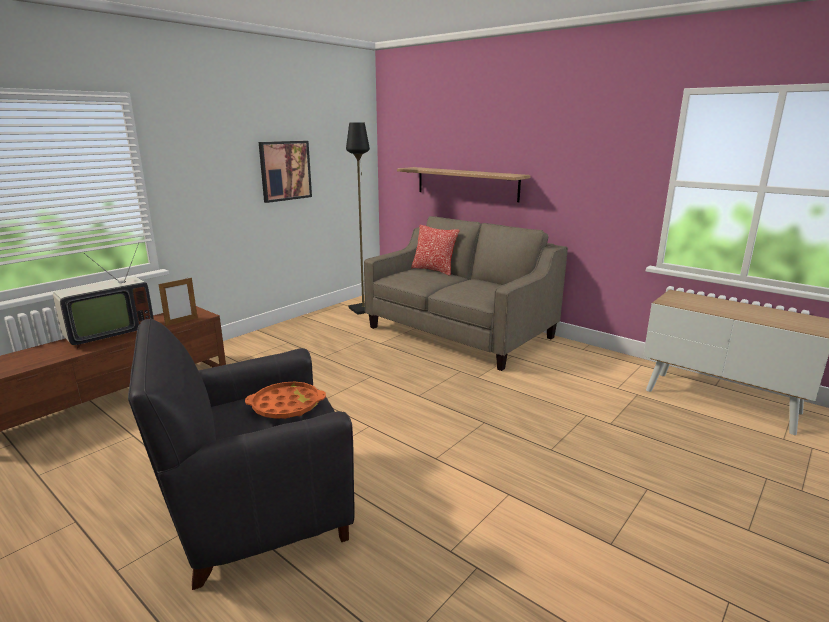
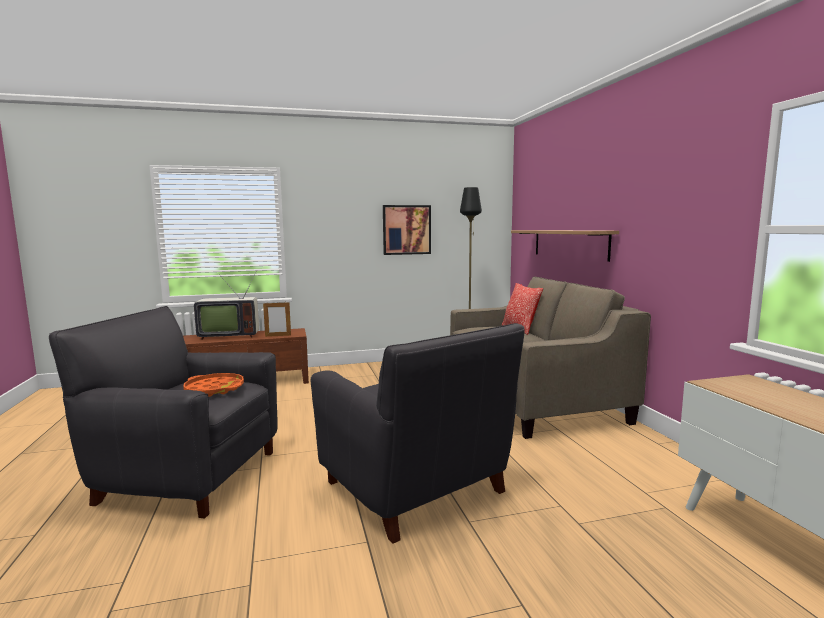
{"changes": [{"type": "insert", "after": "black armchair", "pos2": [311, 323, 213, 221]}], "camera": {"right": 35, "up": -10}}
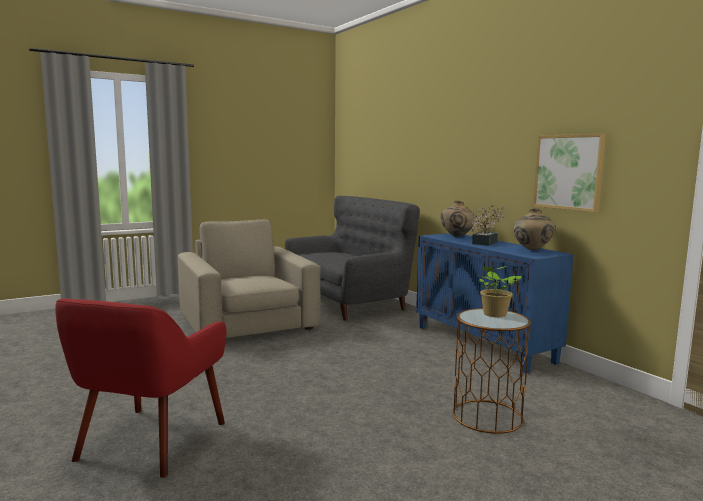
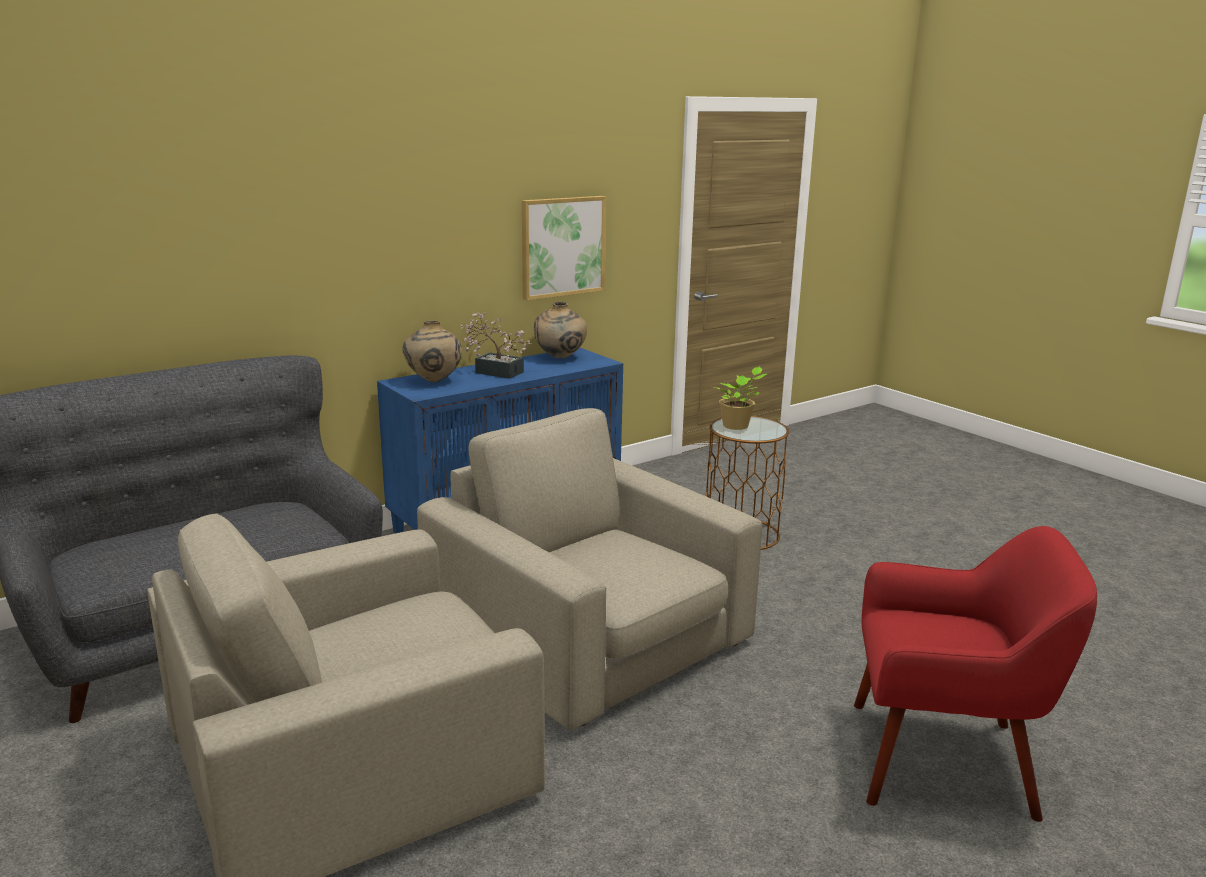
{"changes": [{"type": "insert", "after": "sand-coloured armchair", "pos2": [417, 408, 345, 322]}], "camera": {"right": -95, "up": 10}}
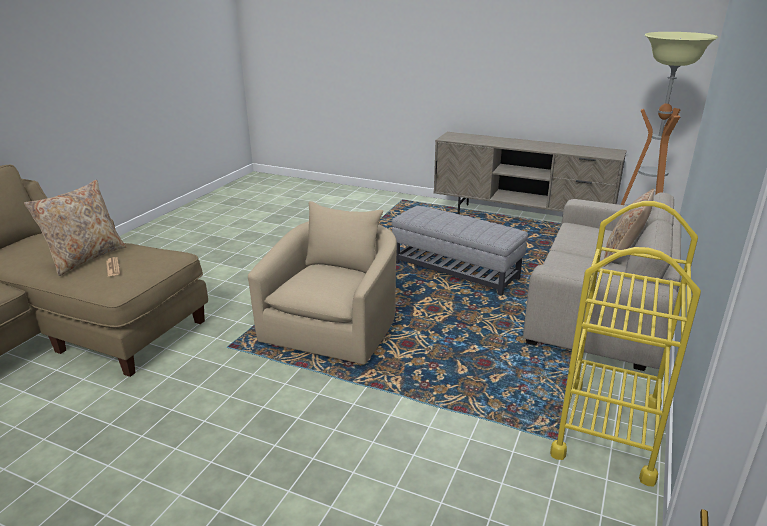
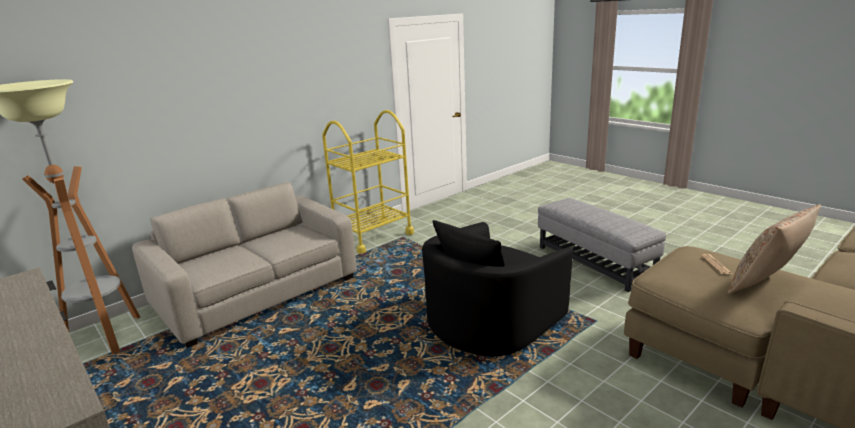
{"changes": [{"type": "delete", "before": "sand-coloured cushion", "pos1": [604, 188, 50, 79]}, {"type": "recolor", "before": "sand-coloured armchair", "after": "black armchair", "pos1": [248, 201, 149, 164], "pos2": [422, 220, 151, 136]}, {"type": "move", "before": "greyish footrest", "pos1": [392, 206, 136, 90], "pos2": [538, 198, 128, 94]}], "camera": {"right": -155, "up": -5}}
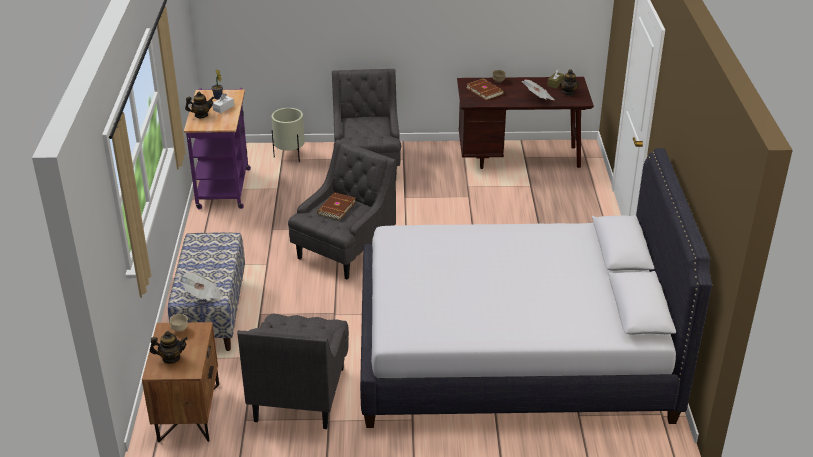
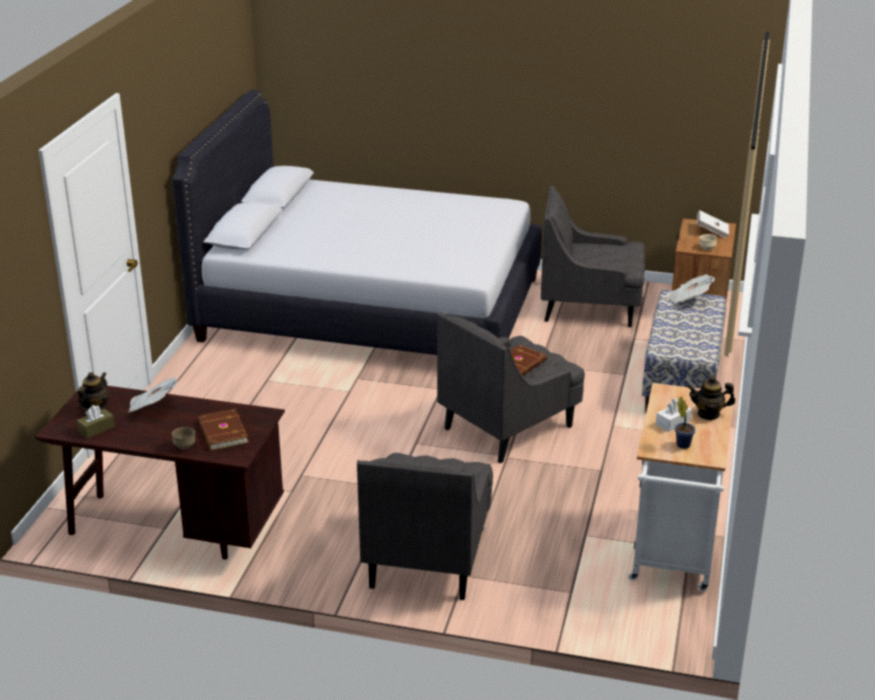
{"changes": [{"type": "recolor", "before": "purple wheeled cart", "after": "whitish wheeled cart", "pos1": [184, 88, 67, 121], "pos2": [628, 383, 104, 208]}, {"type": "delete", "before": "sand-coloured plant pot", "pos1": [271, 108, 34, 54]}, {"type": "rotate", "before": "greyish armchair", "pos1": [237, 314, 112, 115], "pos2": [541, 186, 104, 141], "turn": -105}, {"type": "replace", "before": "tea pot", "after": "whitish bound book", "pos1": [150, 331, 38, 33], "pos2": [697, 210, 32, 29]}], "camera": {"right": -165, "up": -5}}
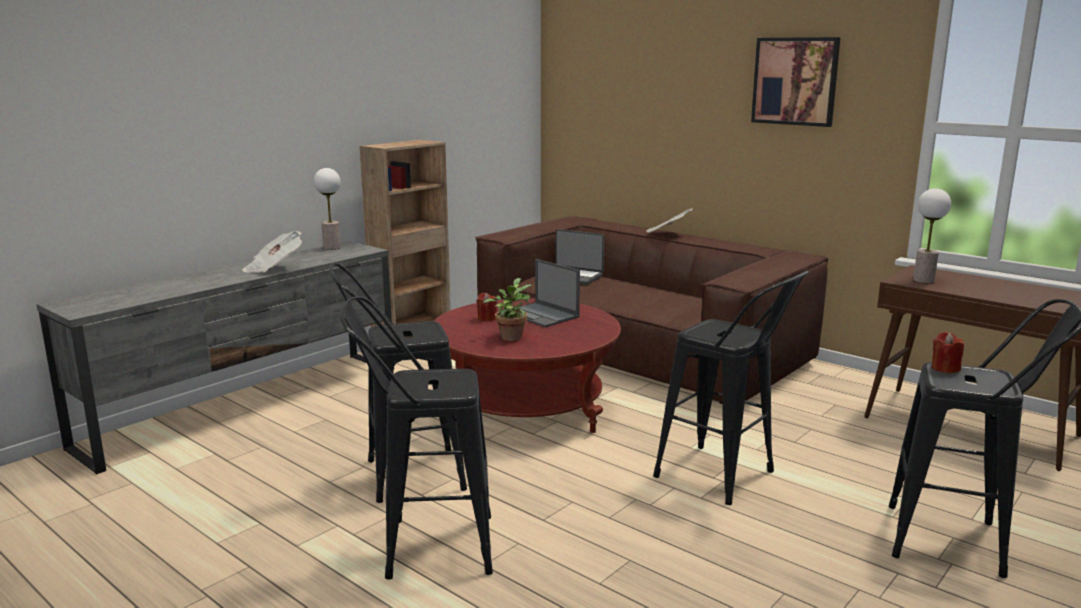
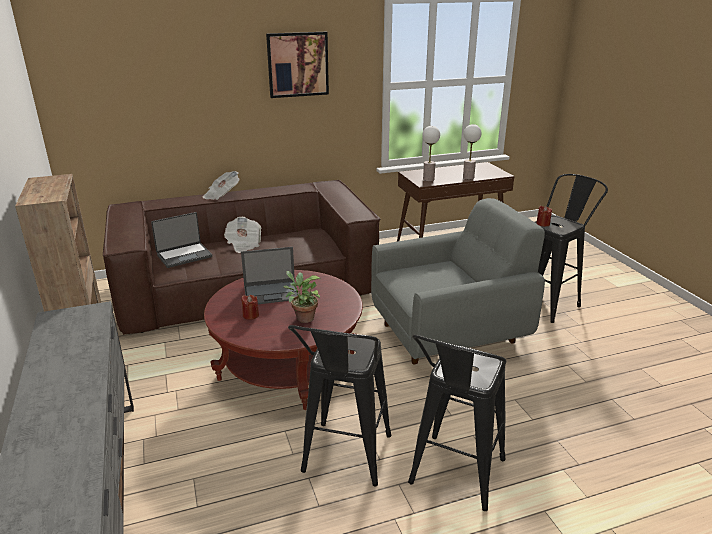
{"changes": [{"type": "move", "before": "lamp for a table", "pos1": [314, 168, 27, 82], "pos2": [463, 124, 18, 56]}, {"type": "move", "before": "daily paper", "pos1": [242, 231, 60, 42], "pos2": [224, 217, 38, 36]}, {"type": "replace", "before": "black stool seat", "after": "greyish armchair", "pos1": [653, 271, 156, 234], "pos2": [371, 198, 174, 167]}], "camera": {"right": -60, "up": 10}}
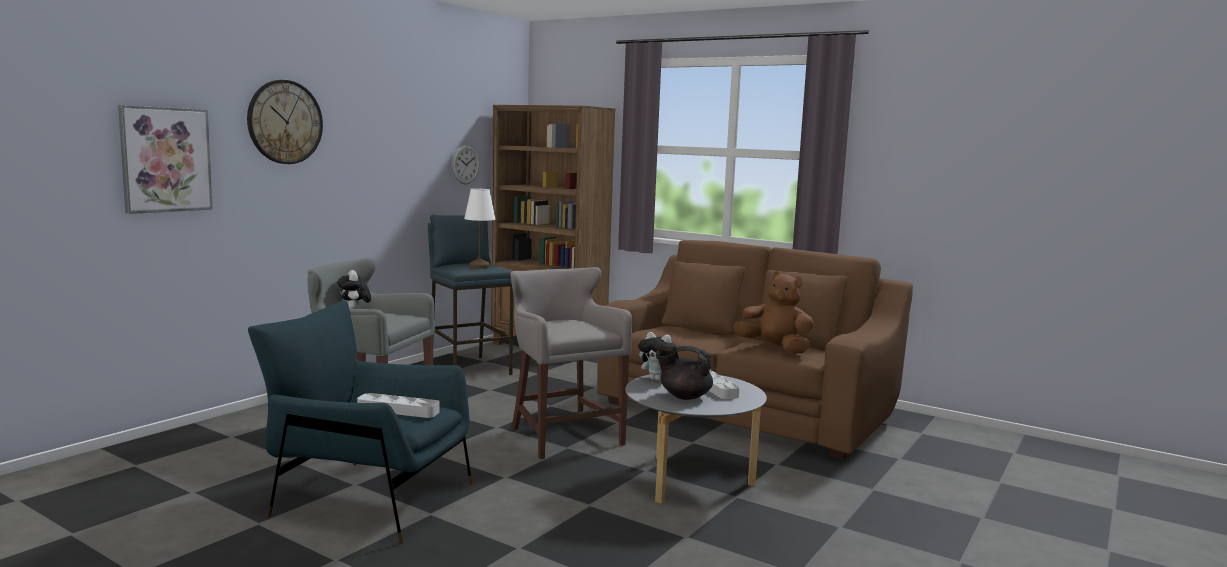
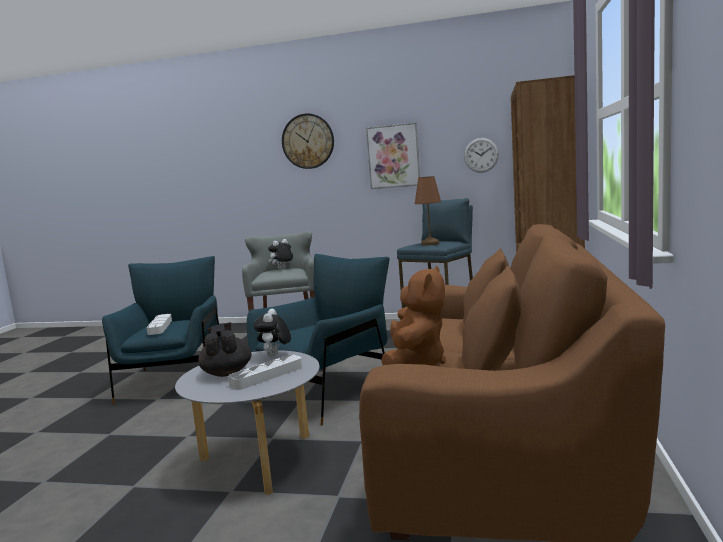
{"changes": [{"type": "move", "before": "picture", "pos1": [118, 105, 94, 109], "pos2": [366, 123, 54, 66]}, {"type": "recolor", "before": "whitish lamp for a table", "after": "brown-coloured lamp for a table", "pos1": [464, 189, 32, 80], "pos2": [415, 176, 26, 69]}, {"type": "replace", "before": "greyish stool seat", "after": "bluish armchair", "pos1": [510, 267, 122, 192], "pos2": [247, 254, 143, 171]}], "camera": {"right": 70, "up": 0}}
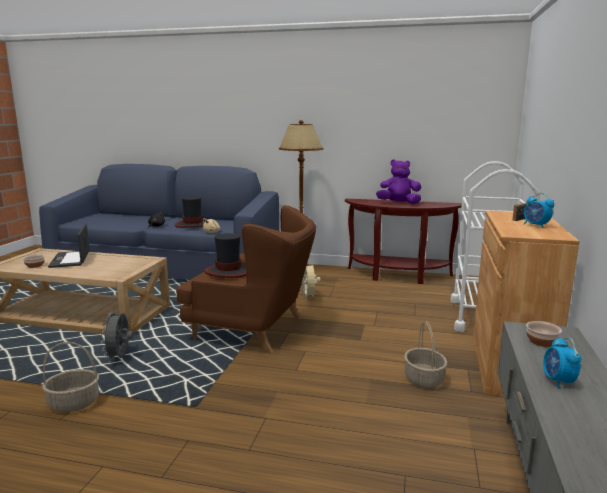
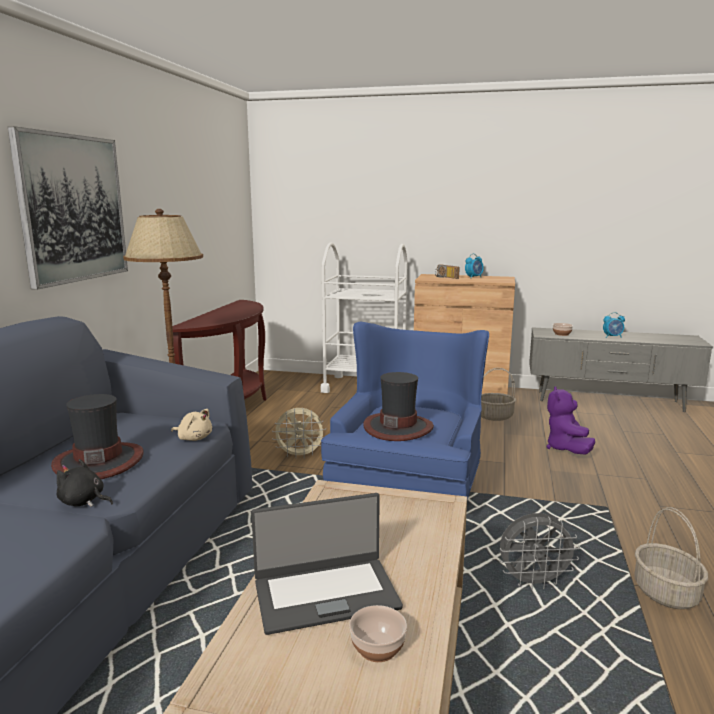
{"changes": [{"type": "move", "before": "purple plush toy", "pos1": [376, 159, 45, 45], "pos2": [547, 386, 48, 68]}, {"type": "recolor", "before": "brown-coloured armchair", "after": "bluish armchair", "pos1": [176, 205, 140, 149], "pos2": [321, 321, 168, 179]}, {"type": "insert", "after": "picture", "pos2": [8, 126, 120, 164]}], "camera": {"right": -90, "up": 0}}
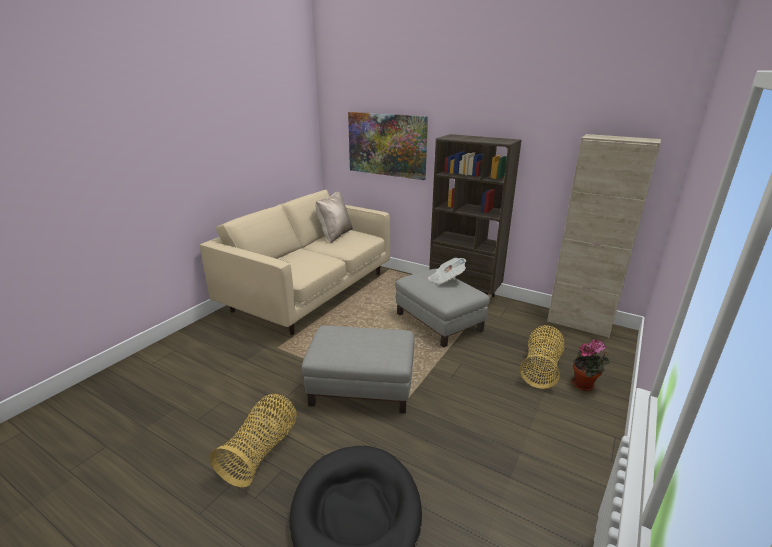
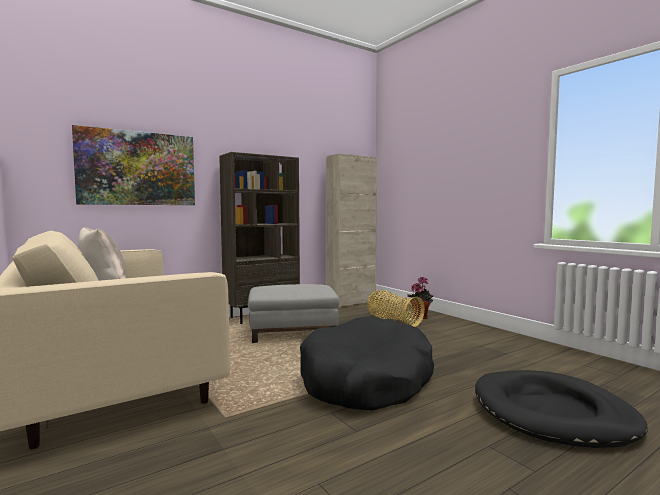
{"changes": [{"type": "delete", "before": "daily paper", "pos1": [428, 258, 38, 27]}, {"type": "replace", "before": "greyish footrest", "after": "black dog bed", "pos1": [301, 326, 114, 88], "pos2": [300, 316, 134, 95]}, {"type": "delete", "before": "basket", "pos1": [210, 394, 87, 93]}], "camera": {"right": -65, "up": -20}}
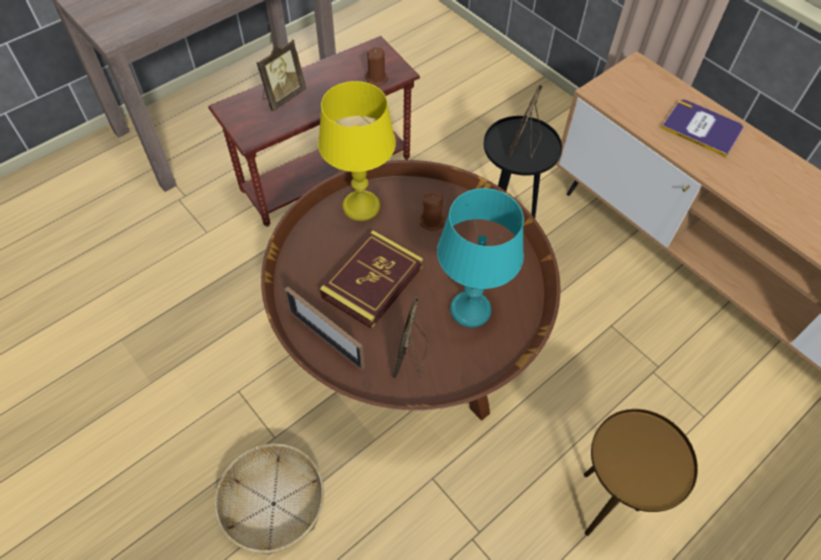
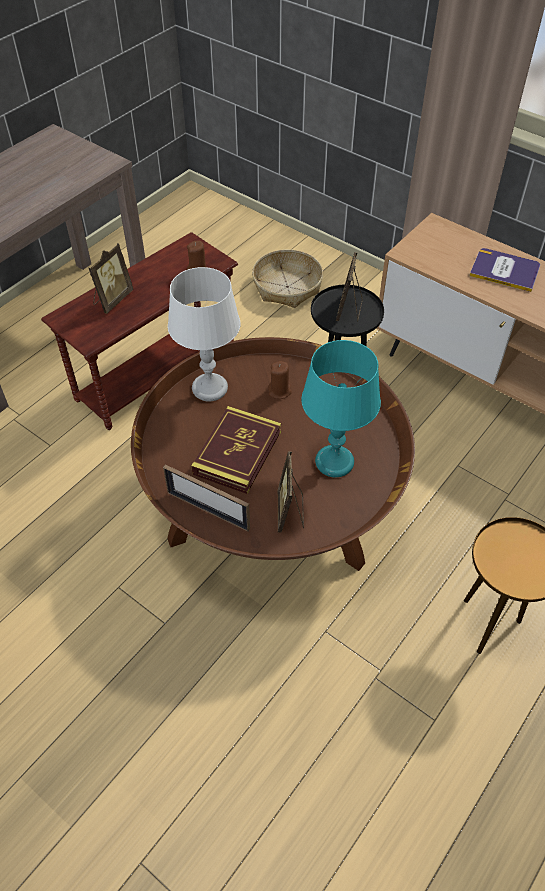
{"changes": [{"type": "recolor", "before": "yellow-coloured lamp for a table", "after": "whitish lamp for a table", "pos1": [318, 81, 78, 140], "pos2": [168, 267, 72, 134]}, {"type": "move", "before": "basket", "pos1": [215, 444, 109, 111], "pos2": [252, 249, 71, 59]}], "camera": {"right": -10, "up": -5}}
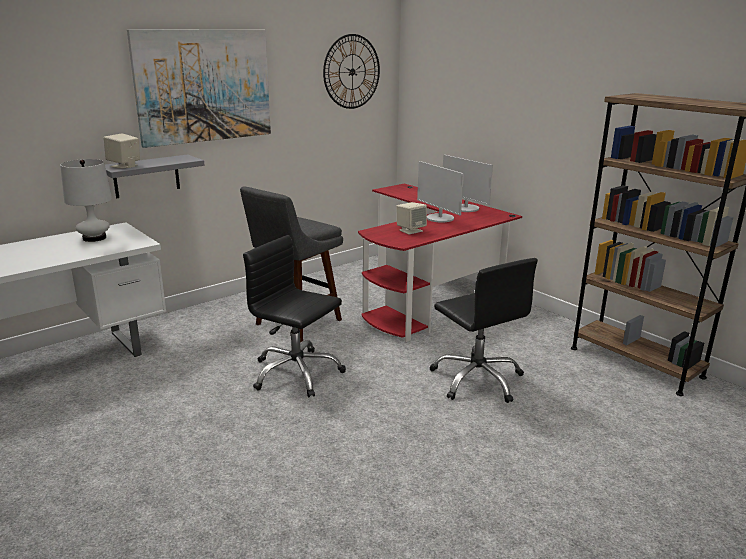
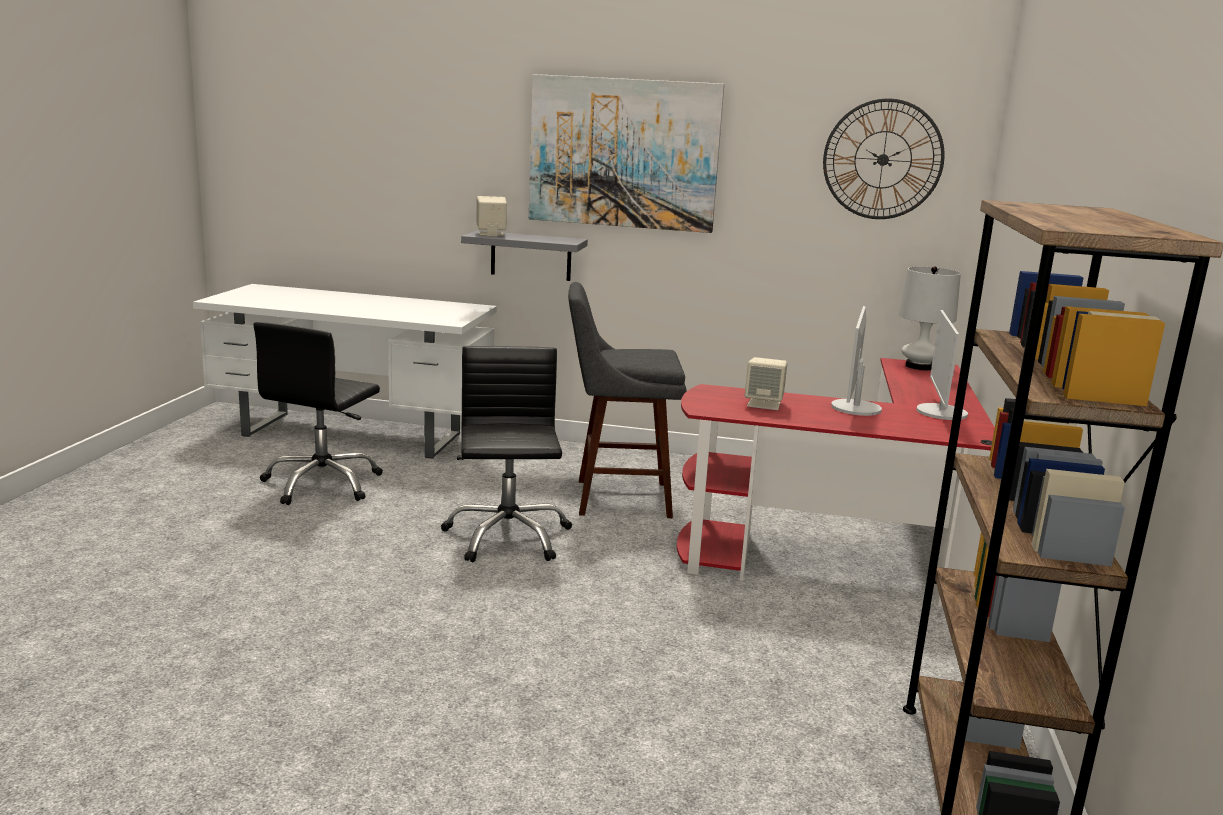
{"changes": [{"type": "move", "before": "whitish lamp for a table", "pos1": [60, 159, 52, 83], "pos2": [898, 266, 63, 104]}, {"type": "move", "before": "black desk chair", "pos1": [430, 258, 108, 145], "pos2": [254, 322, 129, 183]}], "camera": {"right": 50, "up": -5}}
